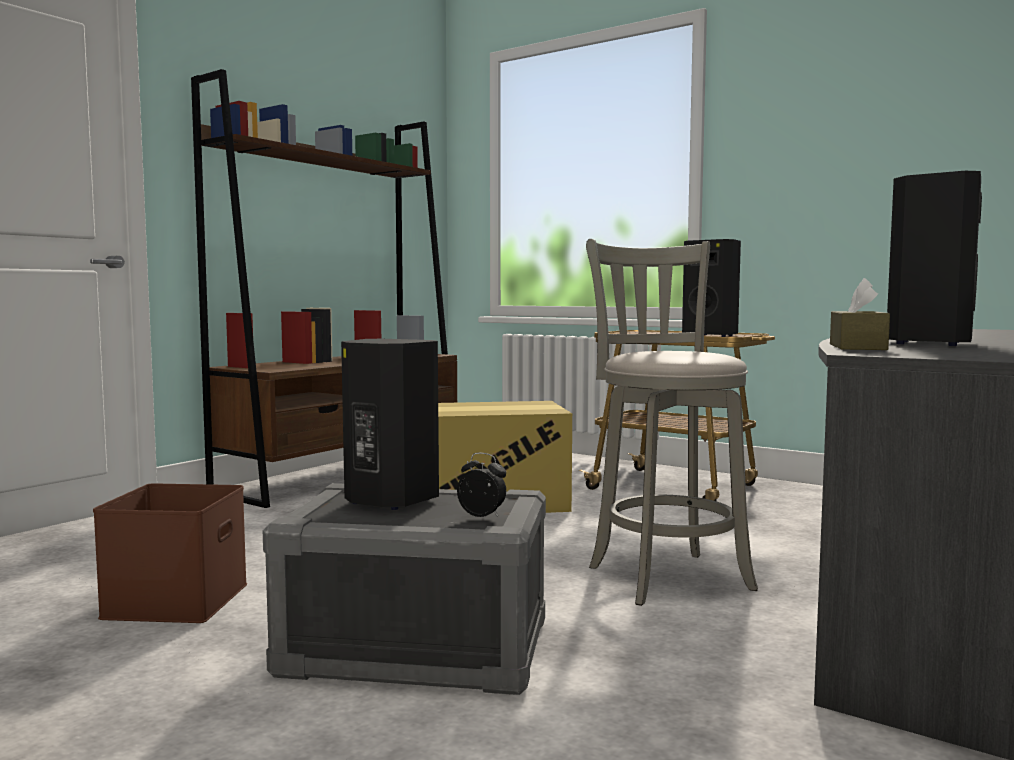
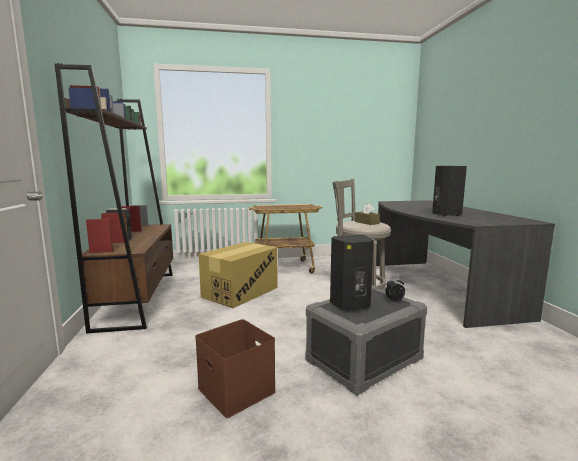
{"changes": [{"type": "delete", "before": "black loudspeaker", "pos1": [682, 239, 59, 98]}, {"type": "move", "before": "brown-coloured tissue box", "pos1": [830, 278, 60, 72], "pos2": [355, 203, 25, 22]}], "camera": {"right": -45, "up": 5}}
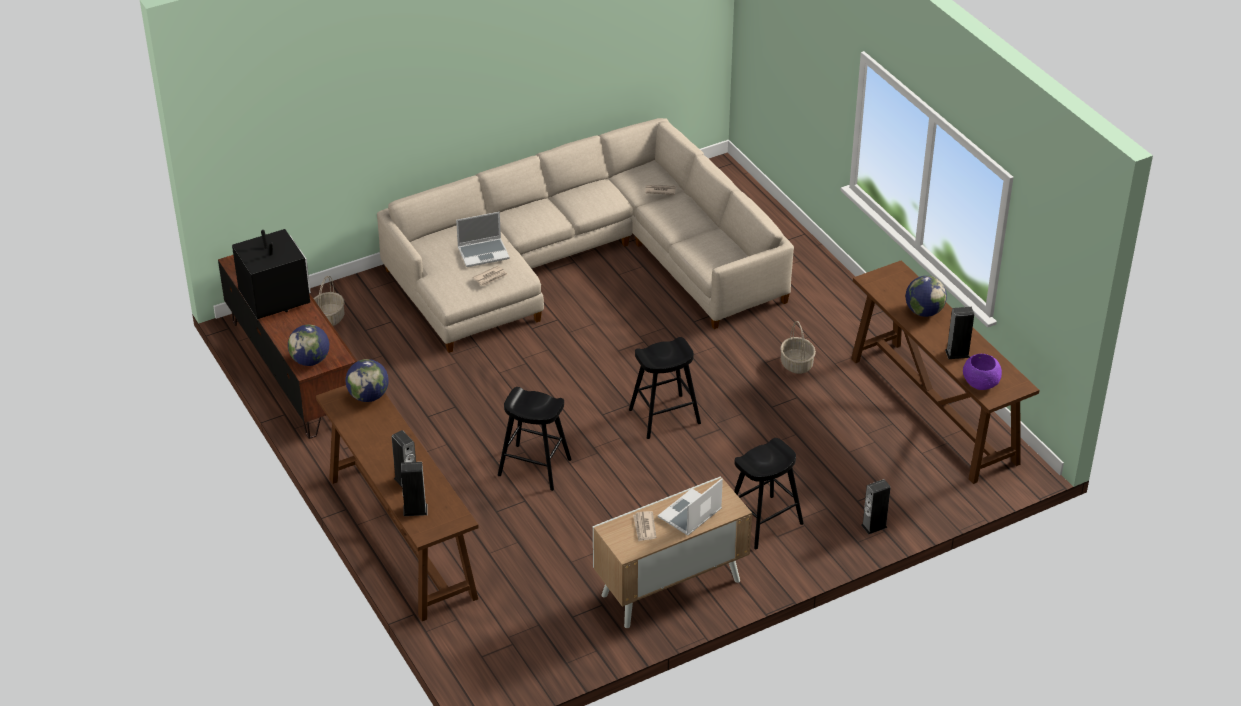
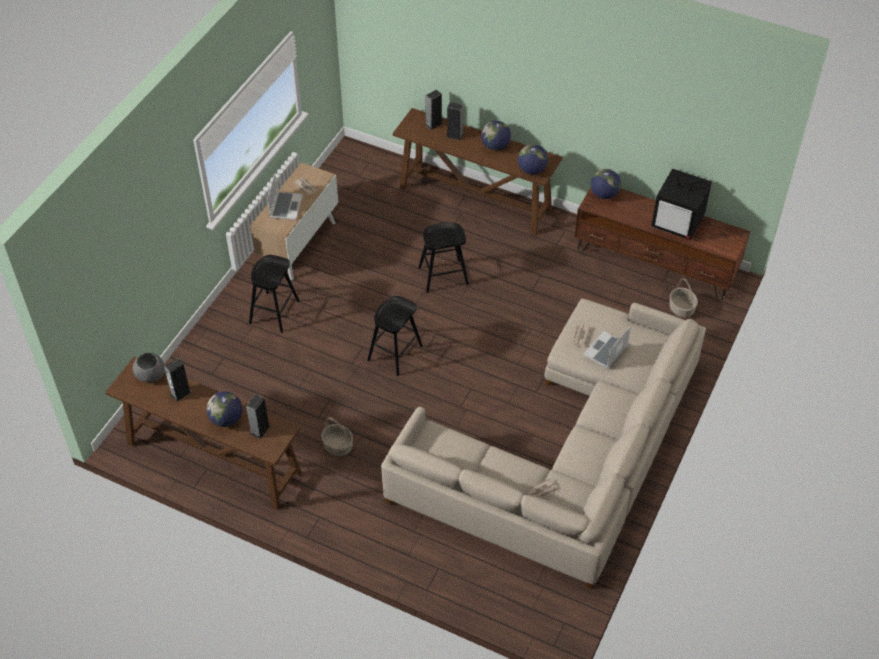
{"changes": [{"type": "recolor", "before": "purple deep dish", "after": "greyish deep dish", "pos1": [963, 354, 39, 36], "pos2": [133, 353, 32, 29]}, {"type": "move", "before": "loudspeaker", "pos1": [861, 479, 29, 56], "pos2": [246, 394, 24, 45]}, {"type": "insert", "after": "world globe", "pos2": [481, 121, 30, 30]}], "camera": {"right": 145, "up": 10}}
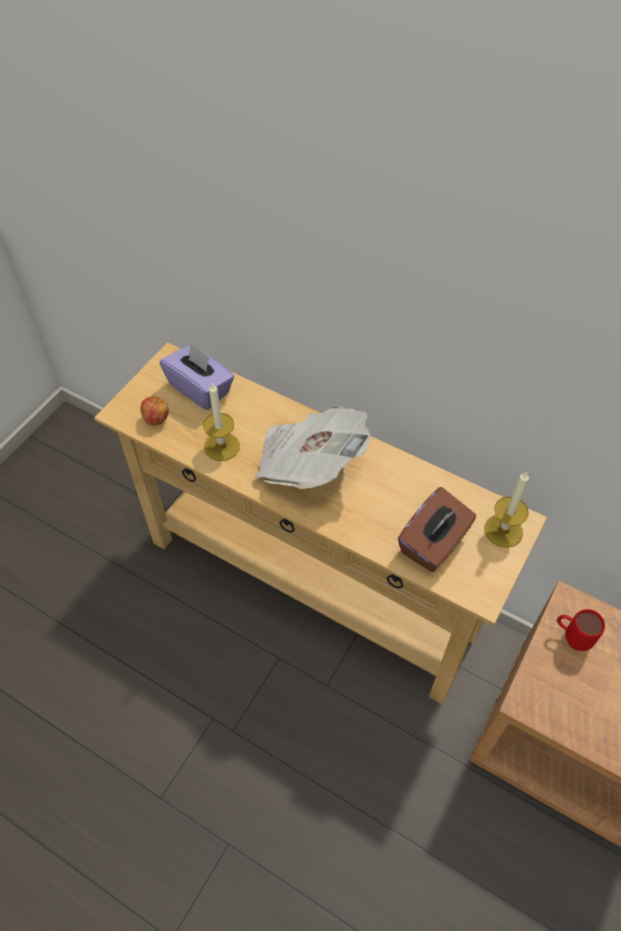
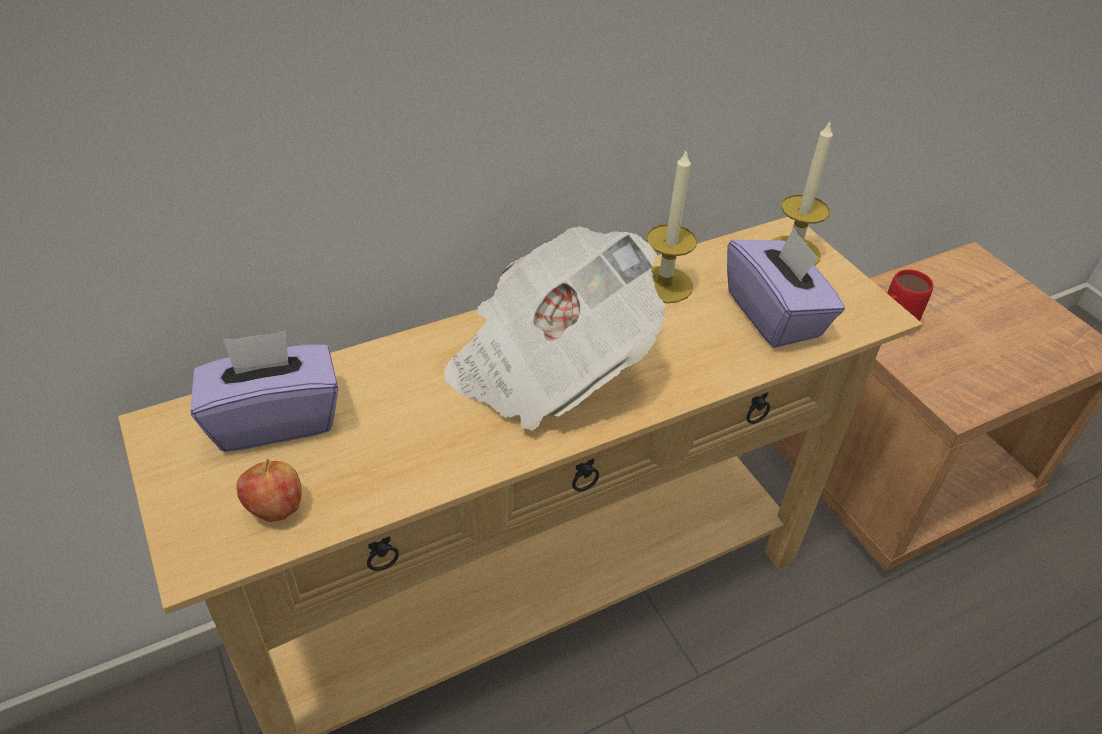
{"changes": [{"type": "move", "before": "wax light", "pos1": [203, 383, 37, 78], "pos2": [646, 148, 51, 155]}, {"type": "recolor", "before": "brown-coloured tissue box", "after": "purple tissue box", "pos1": [398, 487, 78, 85], "pos2": [727, 228, 118, 120]}], "camera": {"right": -60, "up": -10}}
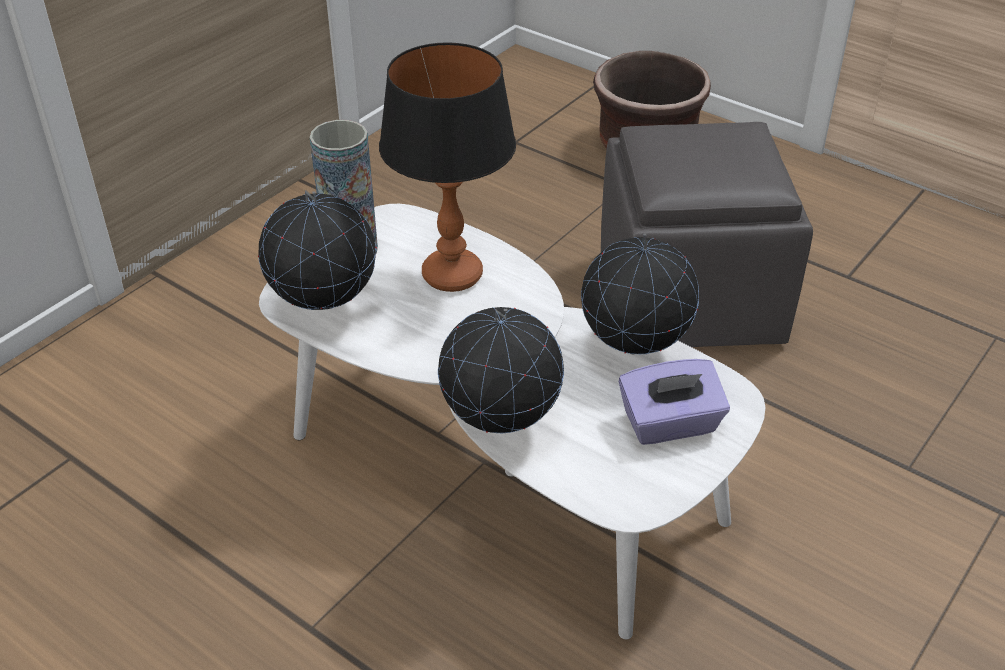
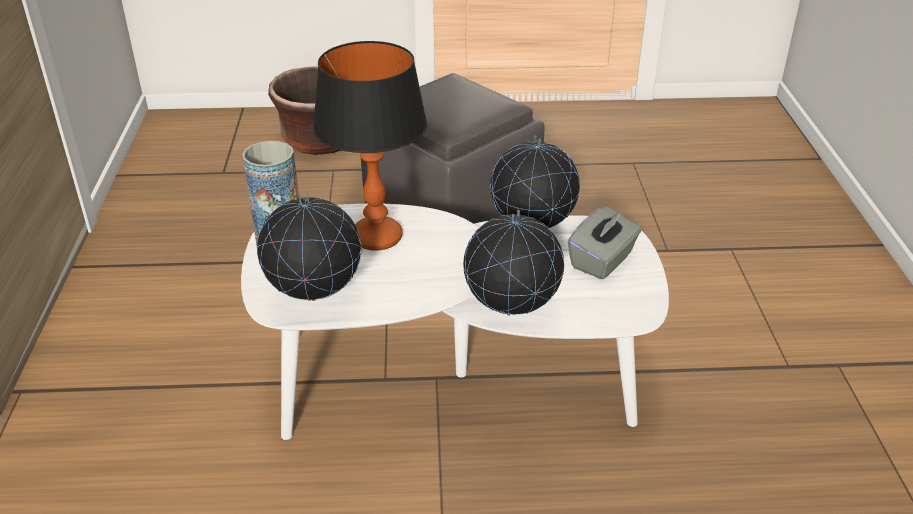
{"changes": [{"type": "recolor", "before": "purple tissue box", "after": "greyish tissue box", "pos1": [619, 359, 111, 86], "pos2": [568, 206, 73, 73]}], "camera": {"right": -40, "up": -5}}
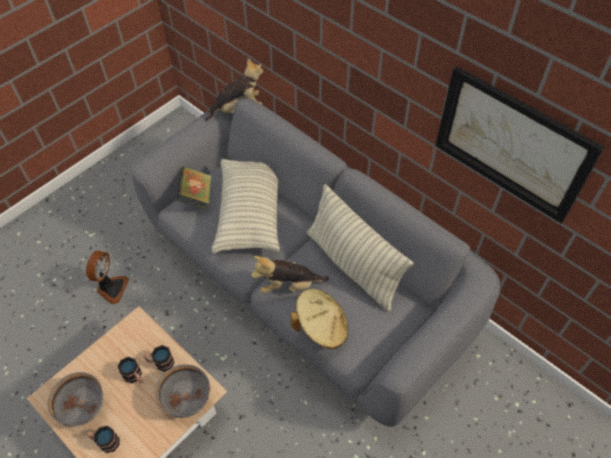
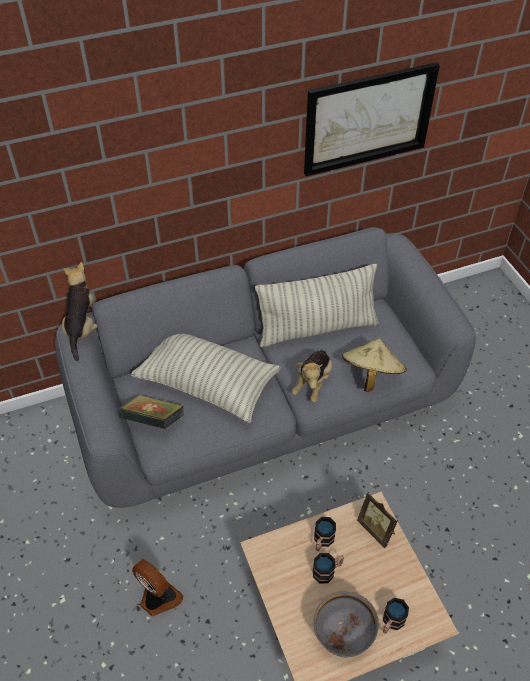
{"changes": [{"type": "replace", "before": "greyish deep dish", "after": "standing frame", "pos1": [155, 364, 55, 54], "pos2": [357, 492, 41, 56]}], "camera": {"right": -65, "up": -5}}
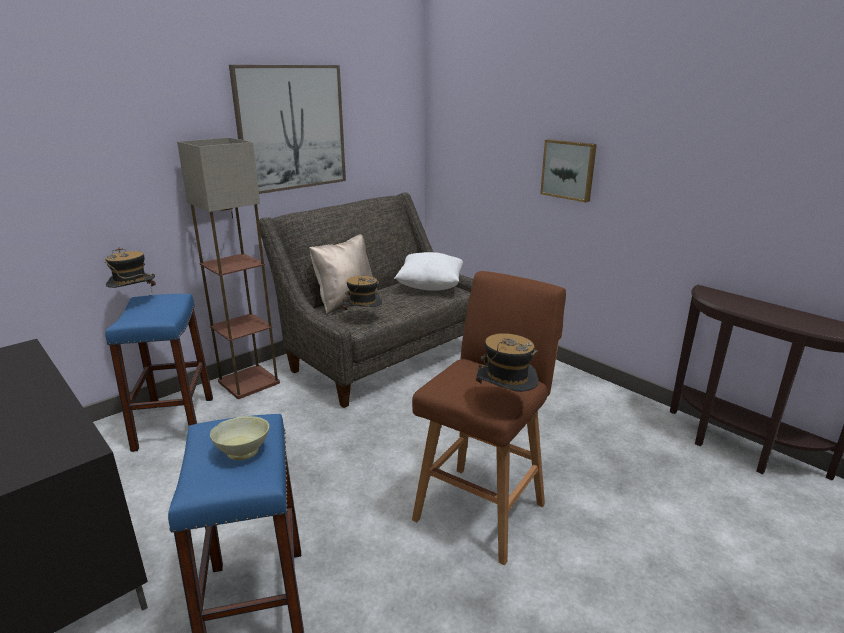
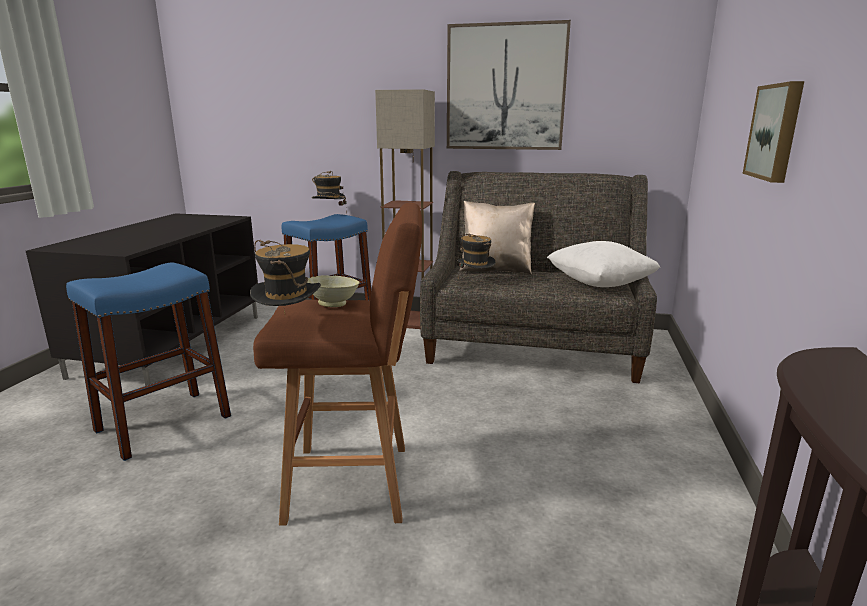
{"changes": [{"type": "move", "before": "sand-coloured deep dish", "pos1": [210, 416, 60, 44], "pos2": [307, 275, 53, 32]}], "camera": {"right": 55, "up": -5}}
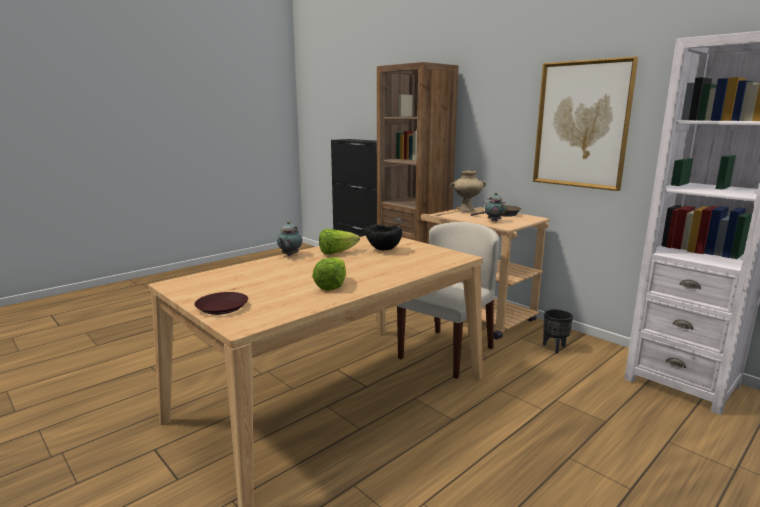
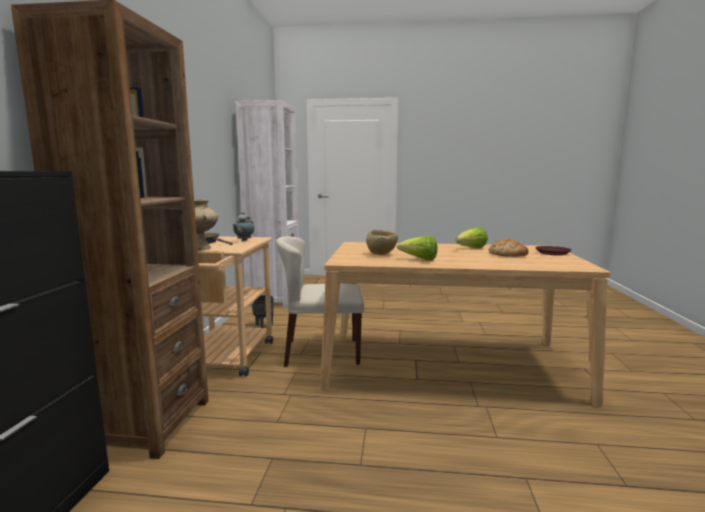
{"changes": [{"type": "delete", "before": "picture", "pos1": [533, 56, 105, 135]}, {"type": "delete", "before": "tea pot", "pos1": [277, 221, 25, 35]}, {"type": "recolor", "before": "black deep dish", "after": "sand-coloured deep dish", "pos1": [364, 224, 38, 26], "pos2": [366, 230, 32, 25]}, {"type": "insert", "after": "baked bread", "pos2": [489, 239, 39, 18]}], "camera": {"right": -130, "up": -5}}
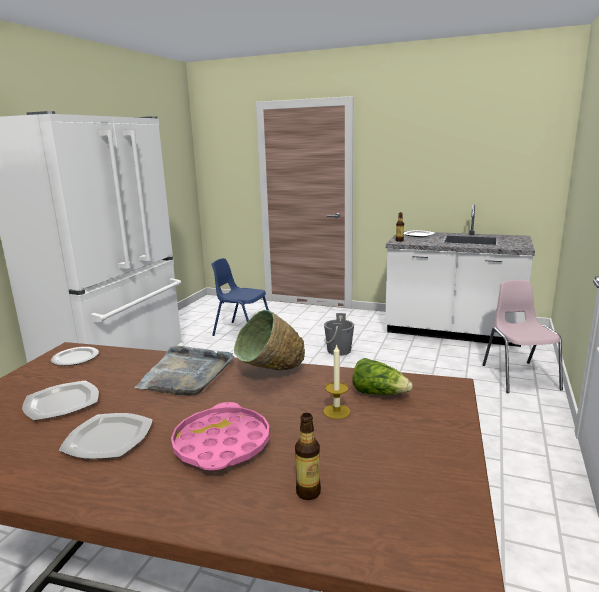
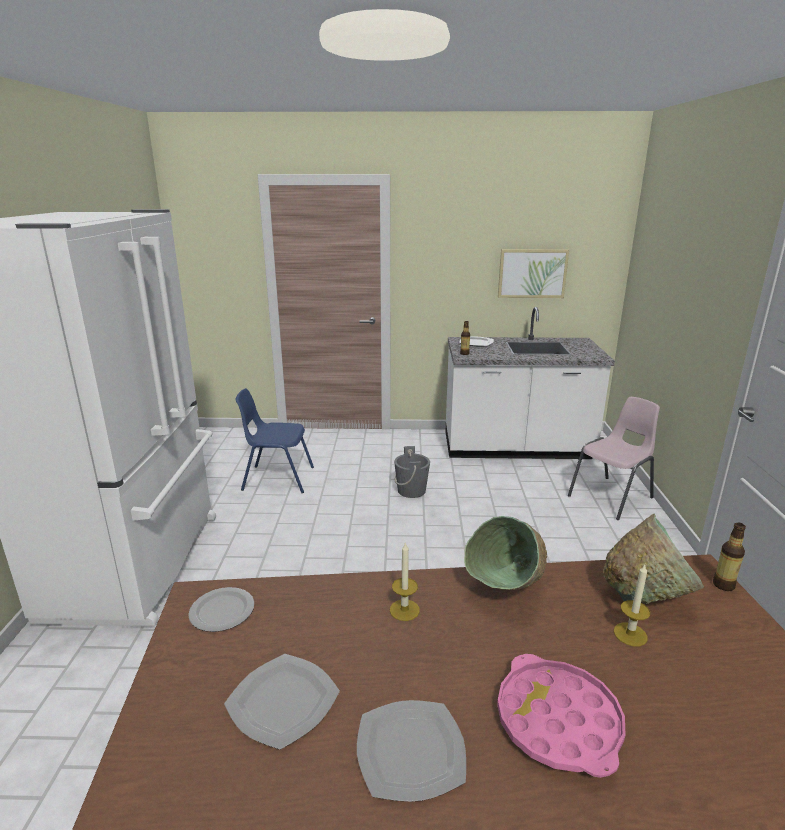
{"changes": [{"type": "rotate", "before": "pink plain chair", "pos1": [483, 280, 80, 113], "pos2": [568, 397, 92, 123], "turn": 75}, {"type": "replace", "before": "greyish tray", "after": "wax light", "pos1": [134, 346, 100, 50], "pos2": [390, 542, 30, 79]}, {"type": "replace", "before": "lettuce head", "after": "greenish deep dish", "pos1": [352, 358, 61, 37], "pos2": [604, 513, 100, 91]}, {"type": "move", "before": "beverage bottle", "pos1": [295, 413, 26, 87], "pos2": [713, 523, 33, 68]}, {"type": "insert", "after": "picture", "pos2": [498, 249, 71, 49]}], "camera": {"right": -20, "up": 5}}
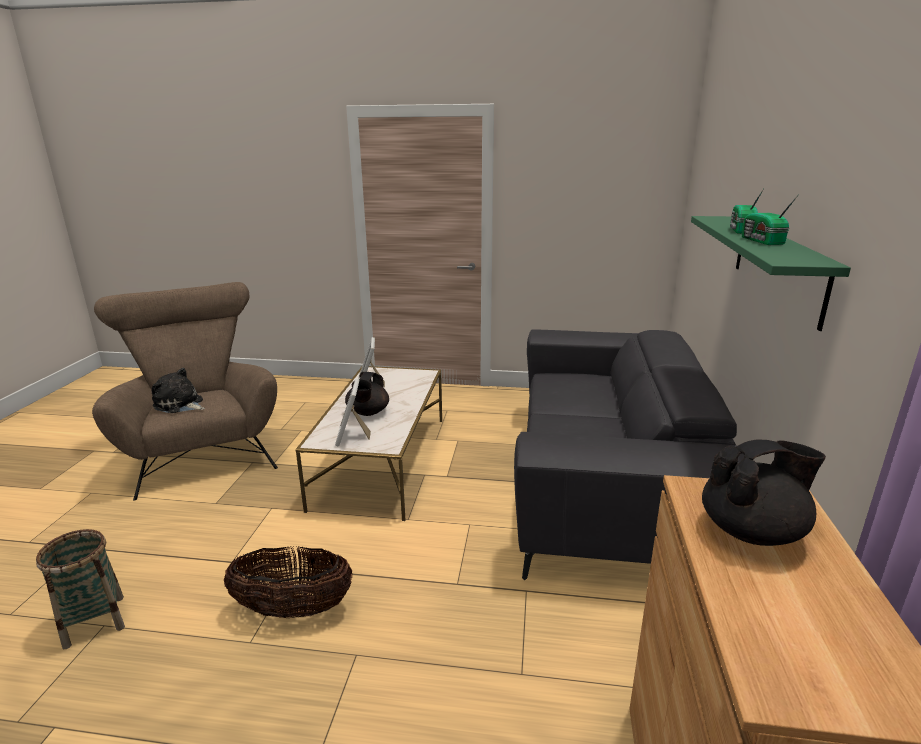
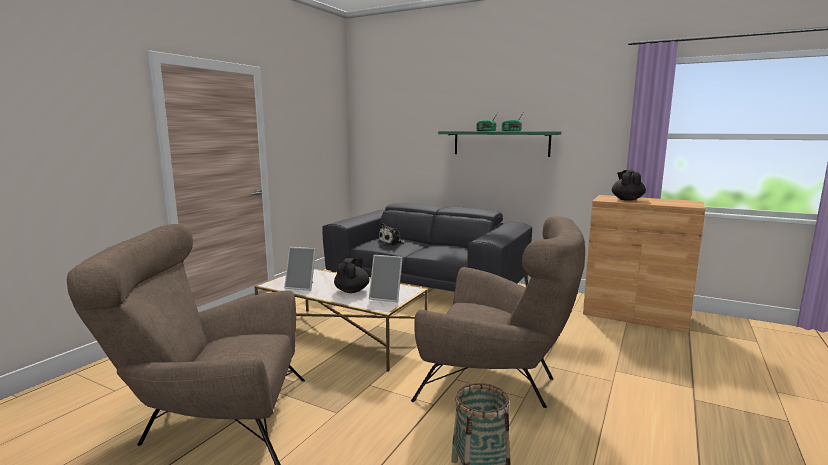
{"changes": [{"type": "move", "before": "plush toy", "pos1": [152, 368, 53, 45], "pos2": [377, 223, 28, 23]}, {"type": "rotate", "before": "black tea pot", "pos1": [345, 372, 44, 44], "pos2": [334, 258, 35, 35], "turn": -105}, {"type": "replace", "before": "basket", "after": "brown-coloured armchair", "pos1": [224, 546, 128, 72], "pos2": [411, 216, 174, 192]}], "camera": {"right": -70, "up": -10}}
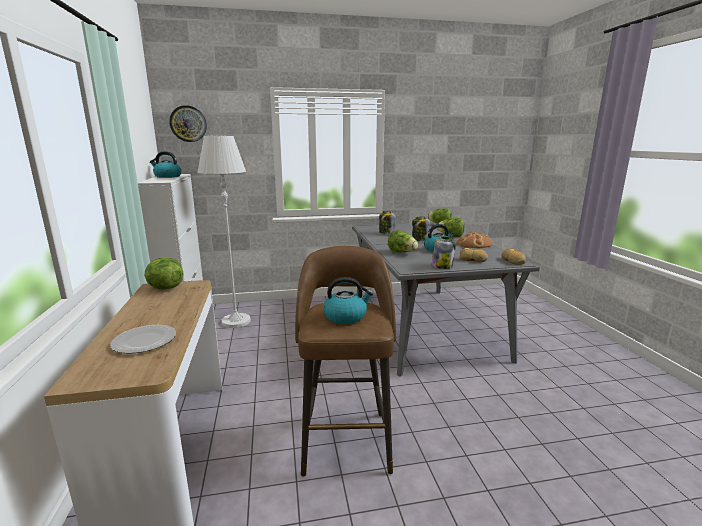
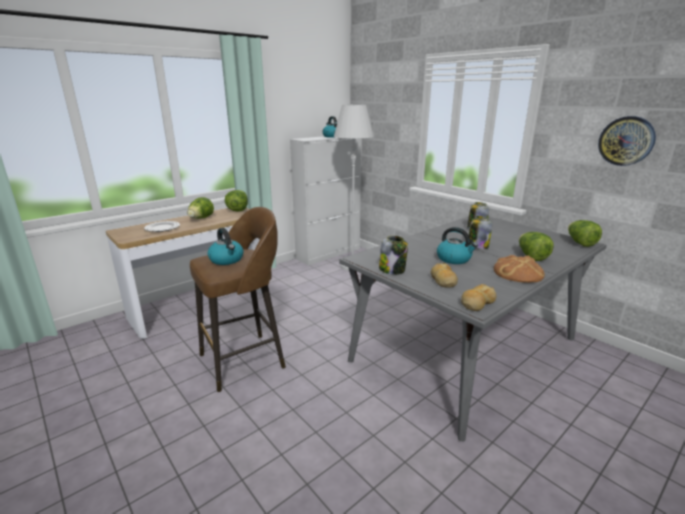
{"changes": [{"type": "move", "before": "hanging clock", "pos1": [169, 105, 38, 37], "pos2": [598, 116, 58, 50]}, {"type": "move", "before": "lettuce head", "pos1": [388, 230, 30, 22], "pos2": [187, 197, 27, 22]}], "camera": {"right": 60, "up": 5}}
